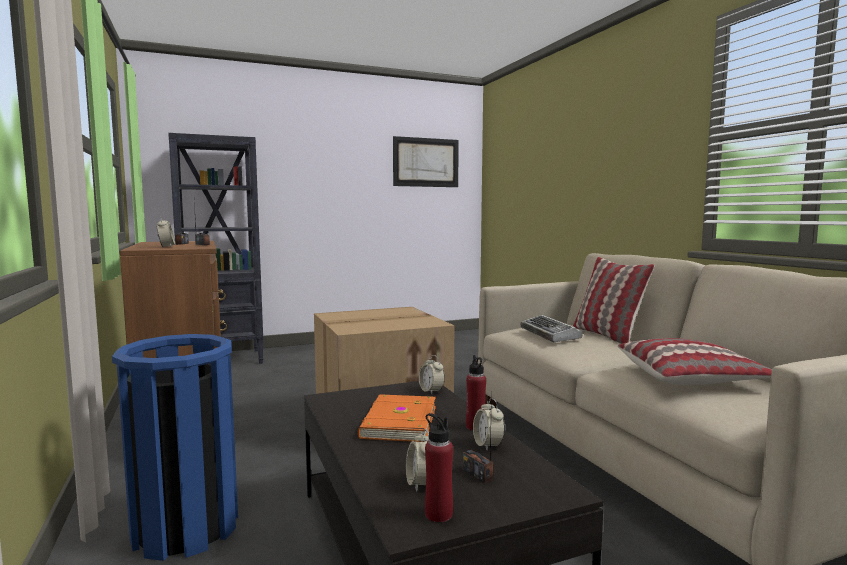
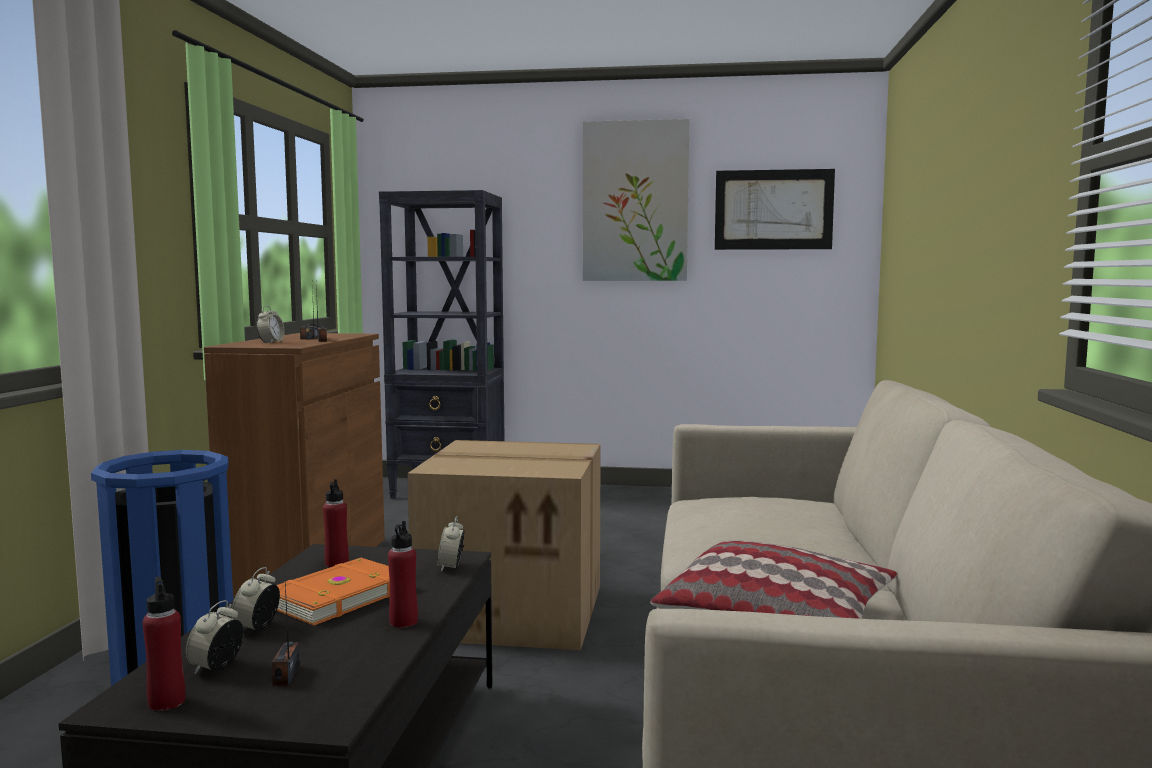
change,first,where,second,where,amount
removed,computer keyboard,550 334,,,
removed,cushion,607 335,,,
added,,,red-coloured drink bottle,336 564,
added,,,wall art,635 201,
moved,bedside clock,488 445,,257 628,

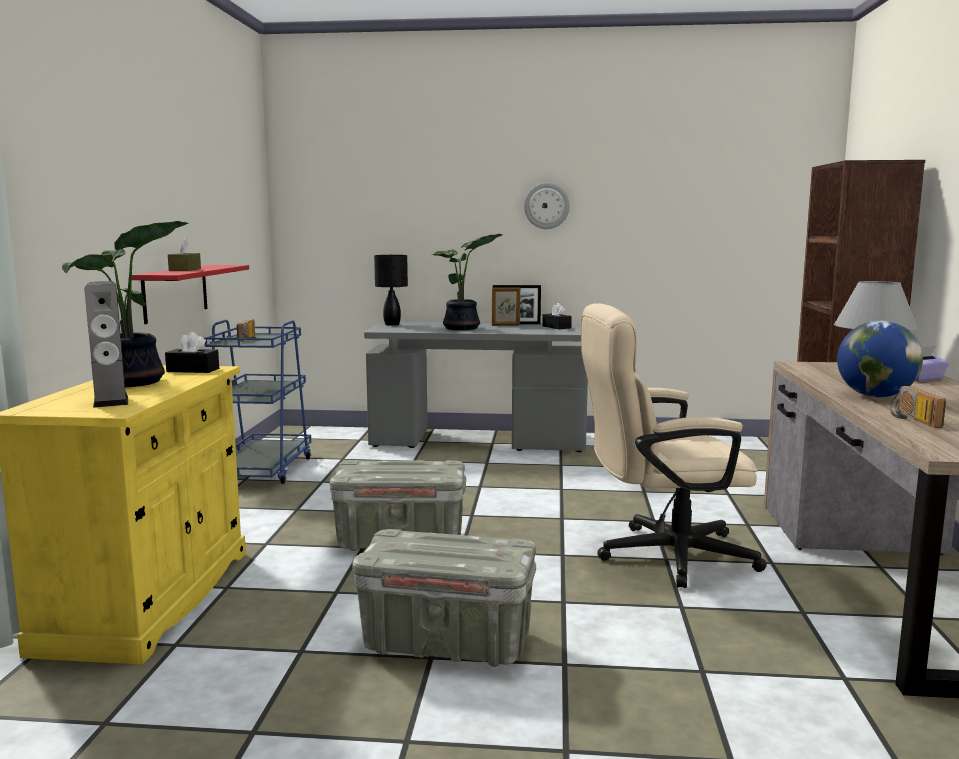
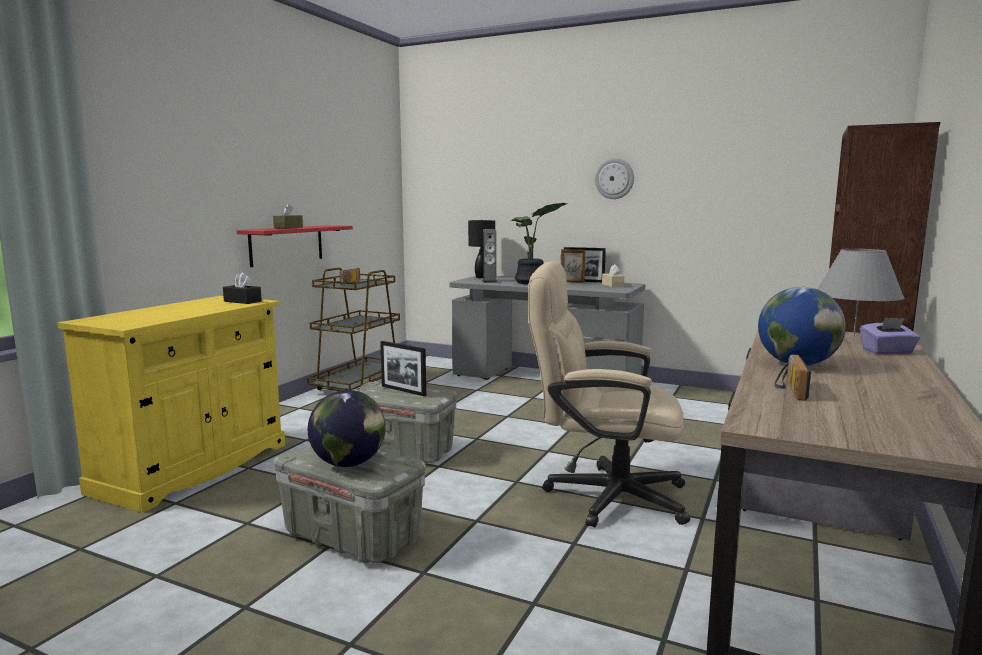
change,first,where,second,where,amount
removed,houseplant,132 383,,,
added,,,globe,349 463,
added,,,picture frame,403 390,
moved,loudspeaker,111 401,,489 281,
recoloured,blue-coloured trolley,262 470,brownish trolley,359 385,
recoloured,black-coloured tissue box,556 327,sand-coloured tissue box,612 285,

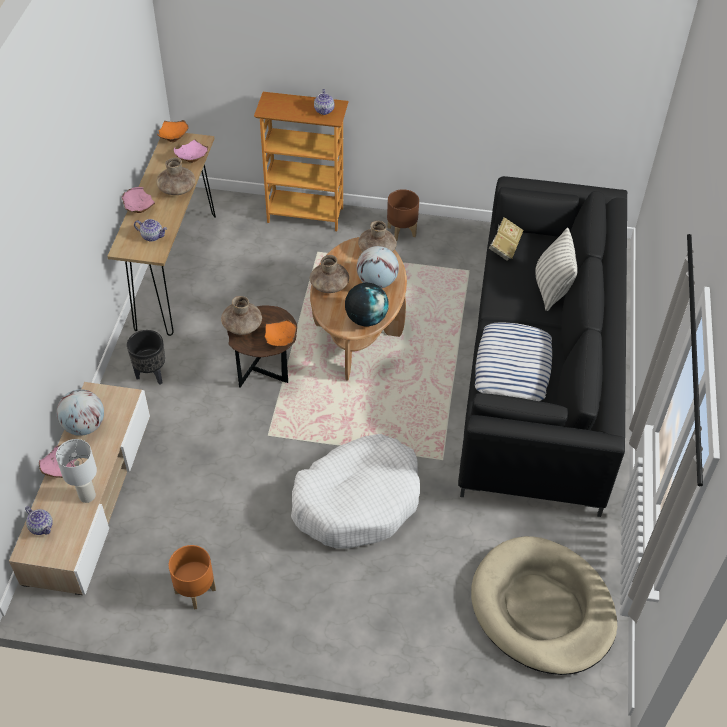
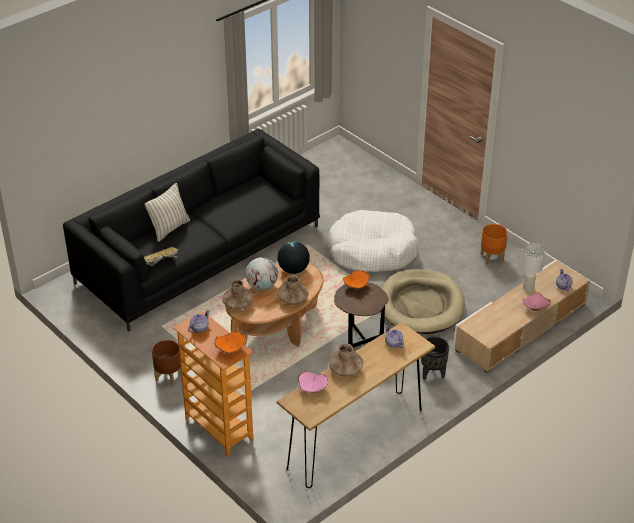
change,first,where,second,where,amount
removed,globe,84 426,,,
removed,pink-coloured serving bowl,138 209,,,
removed,brownish vase,242 326,,,
removed,cushion,513 368,,,
moved,orange-coloured serving bowl,174 138,,230 349,
moved,sand-coloured dog bed,542 608,,421 305,

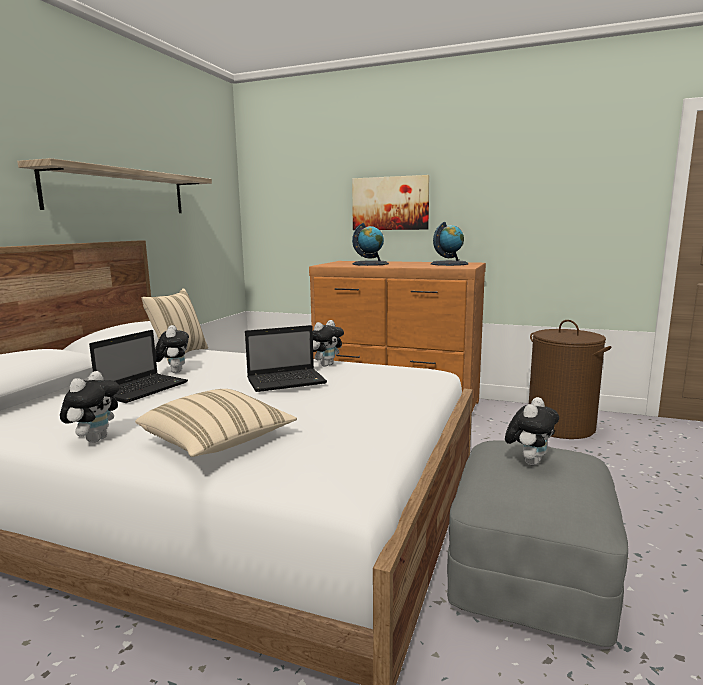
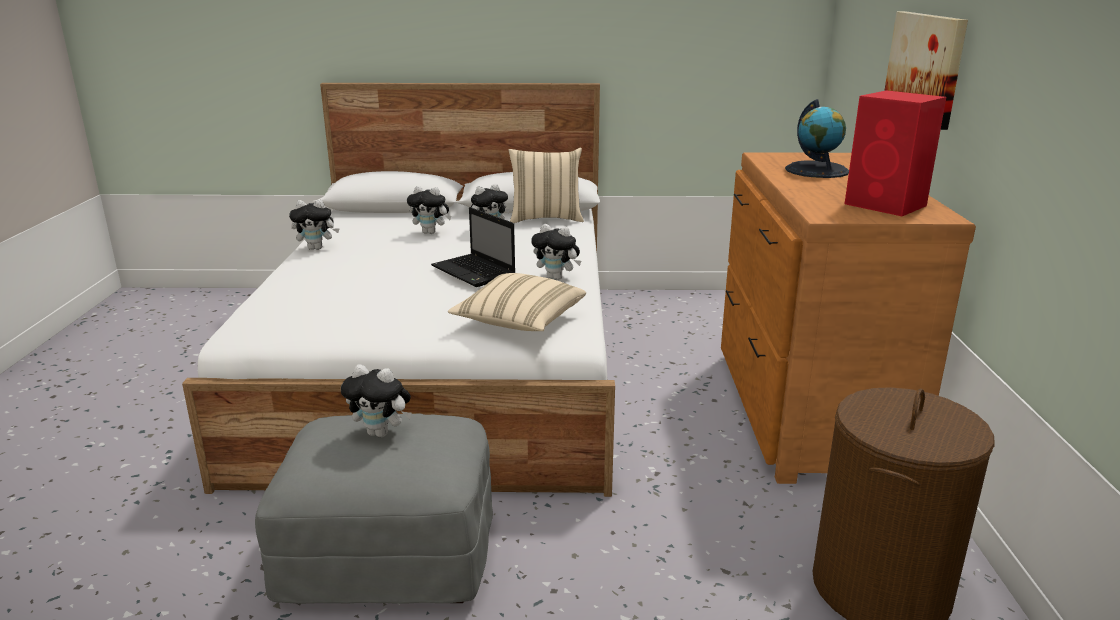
change,first,where,second,where,amount
removed,bracket shelf,119 192,,,
moved,sand-coloured cushion,217 443,,519 322,
replaced,notebook computer,144 388,plush toy,431 232,
replaced,globe,449 264,red-coloured loudspeaker,887 205,

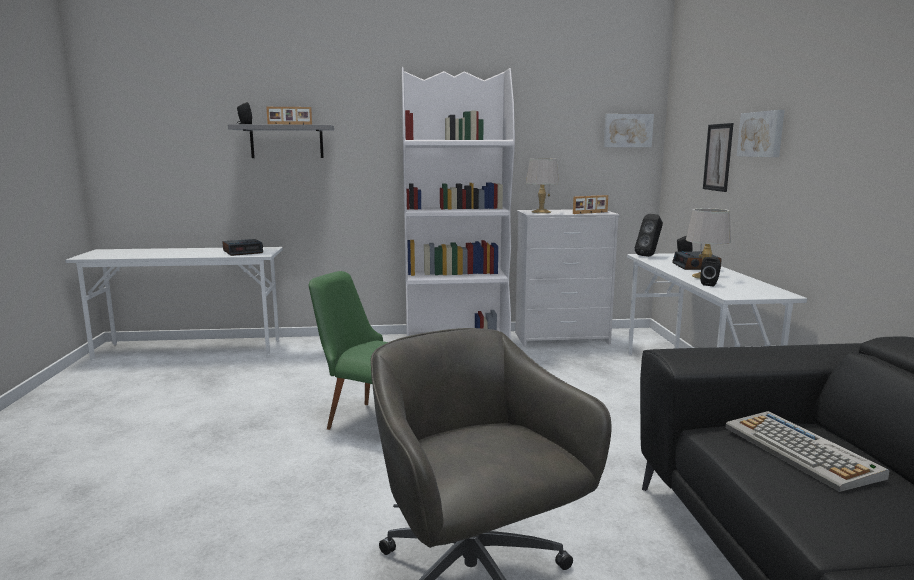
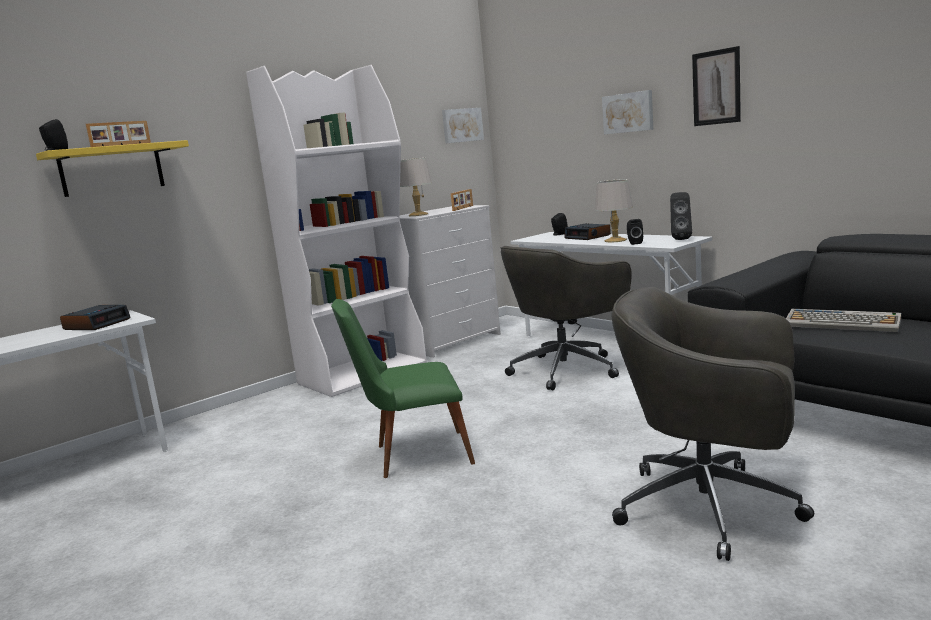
change,first,where,second,where,amount
added,,,greyish desk chair,567 369,
moved,black-coloured loudspeaker,649 256,,681 239,
moved,wall art,718 157,,716 87,
recoloured,greyish bracket shelf,286 141,yellowish bracket shelf,112 169,

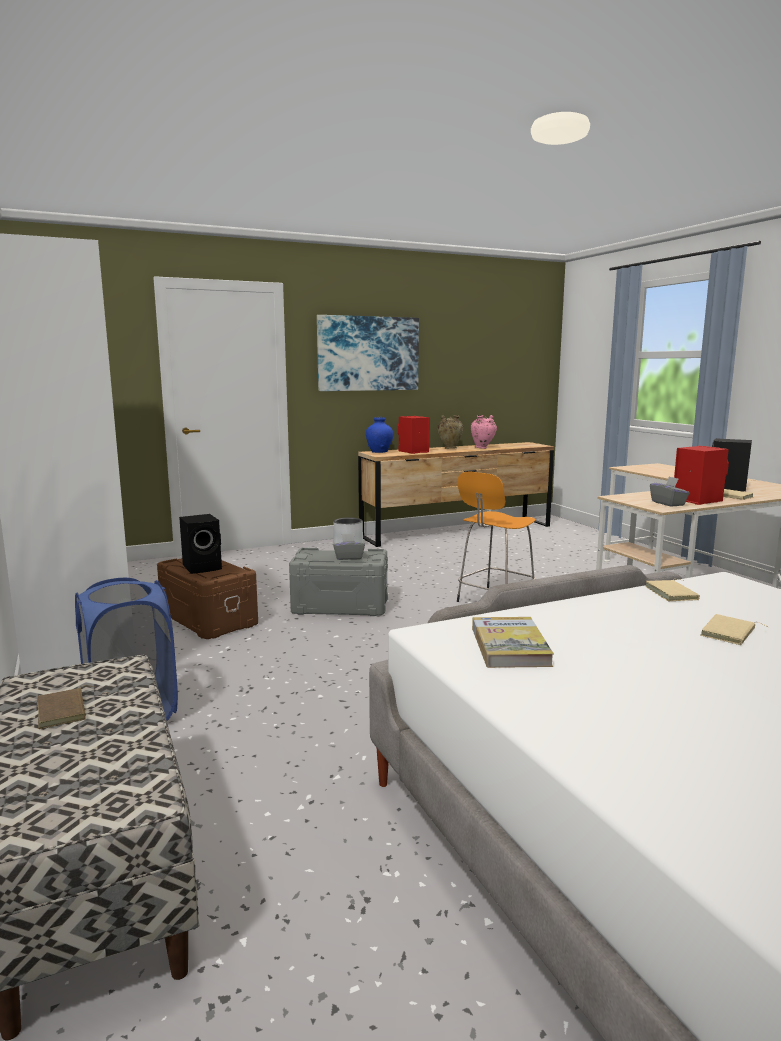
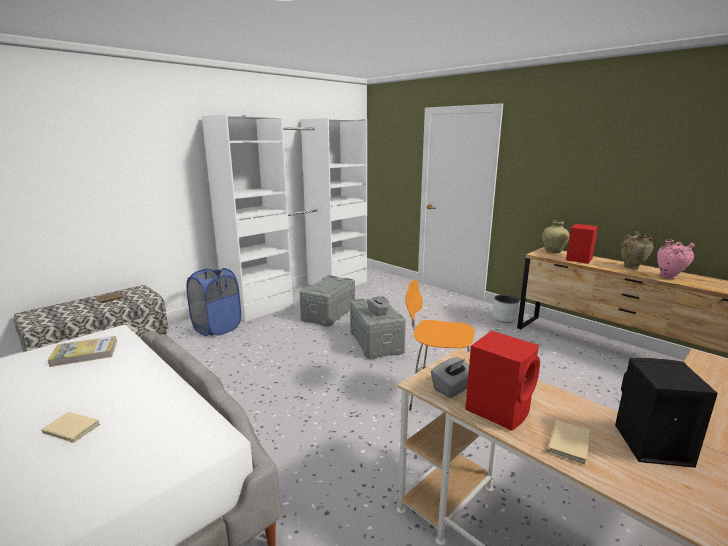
change,first,where,second,where,amount
removed,black-coloured loudspeaker,203 567,,,
removed,wall art,368 353,,,
removed,sand-coloured bound book,673 593,,,
recoloured,brownish storage bin,209 619,greyish storage bin,329 314,
recoloured,blue-coloured vase,379 452,sand-coloured vase,553 251,

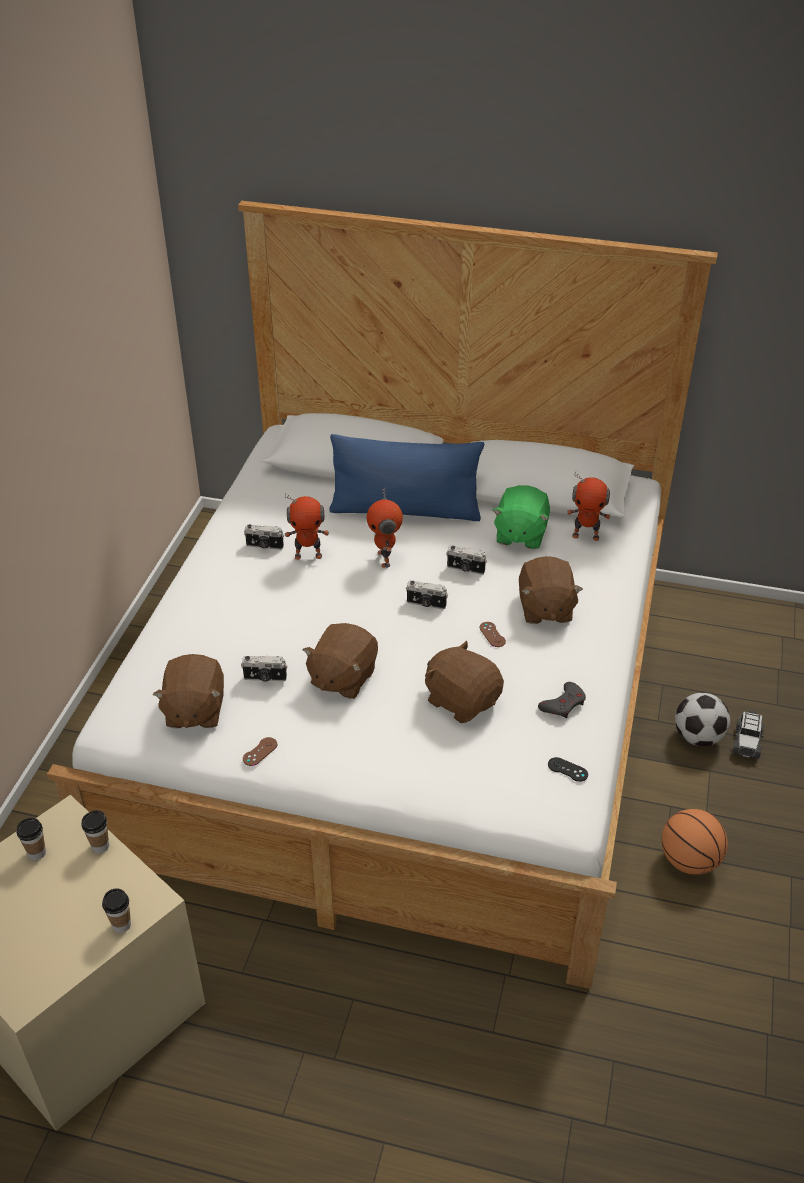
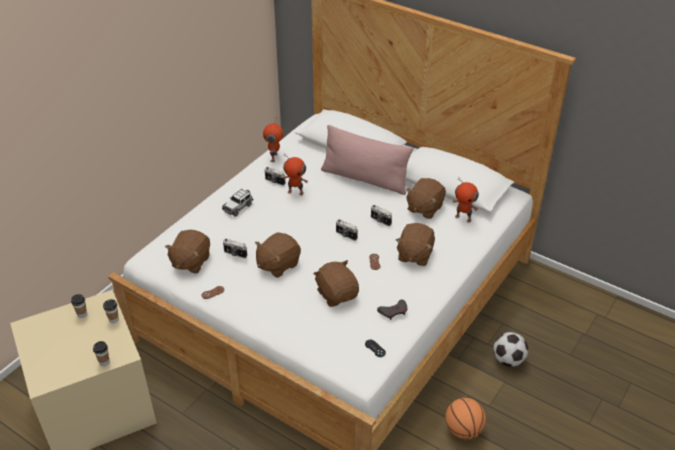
change,first,where,second,where,amount
moved,robot figure,385 559,,274 157,
moved,miniature car,746 742,,238 207,
recoloured,blue-coloured cushion,405 510,pink-coloured cushion,365 179,
recoloured,green-coloured plush toy,520 534,brownish plush toy,424 208,

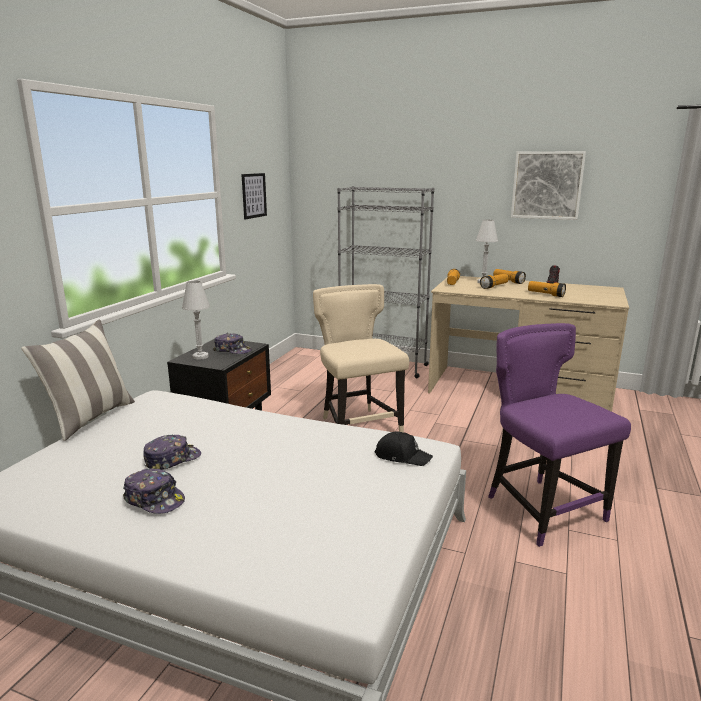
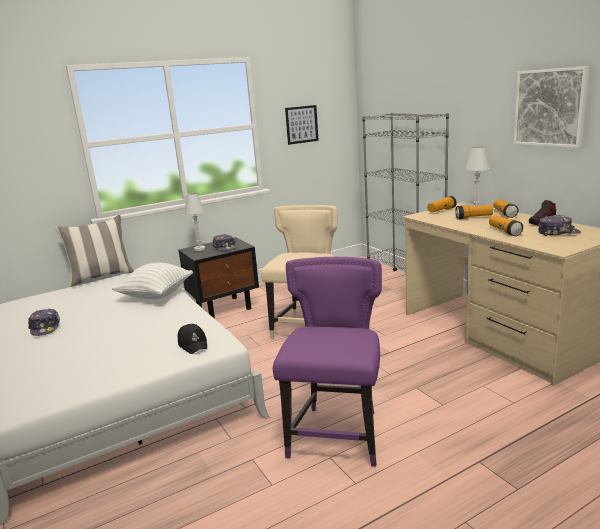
change,first,where,second,where,amount
added,,,white cushion,156 295,
moved,baseball cap,172 459,,558 232,

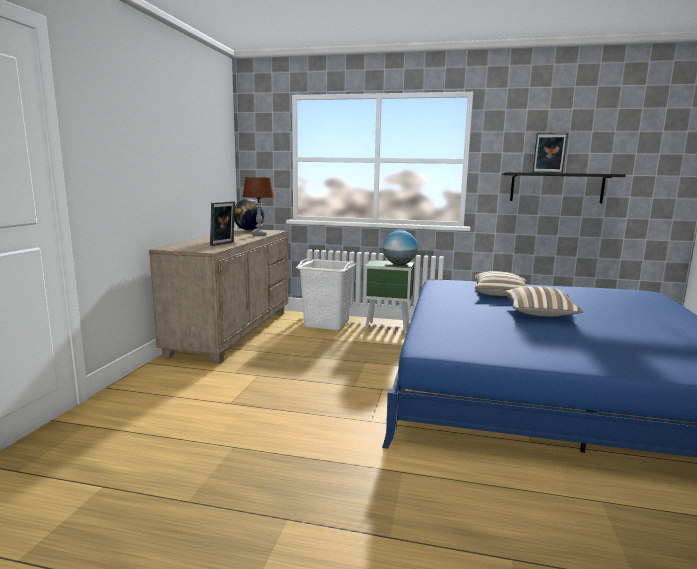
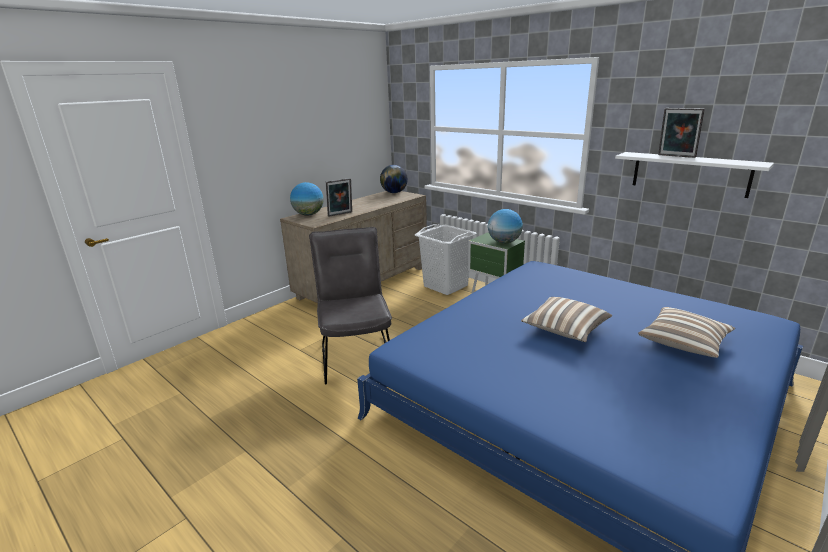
change,first,where,second,where,amount
removed,brownish lamp for a table,259 235,,,
added,,,globe,308 215,
added,,,greyish plain chair,356 355,
moved,cushion,500 294,,684 343,
recoloured,black-coloured bracket shelf,556 187,white bracket shelf,689 174,

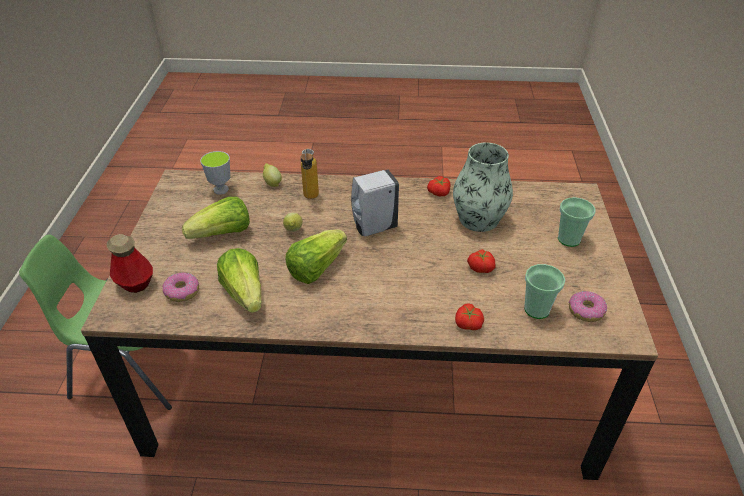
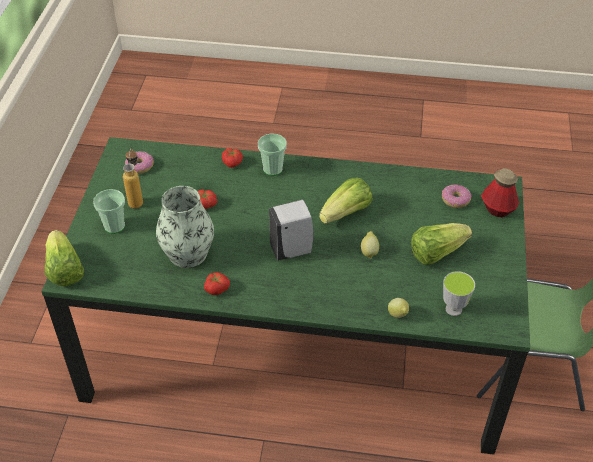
change,first,where,second,where,amount
moved,lettuce,244 293,,64 270,
moved,drink bottle,310 199,,137 199,
moved,small cup,537 309,,272 169,
recoloured,brownish kitchen table,373 375,green-coloured kitchen table,294 344,

